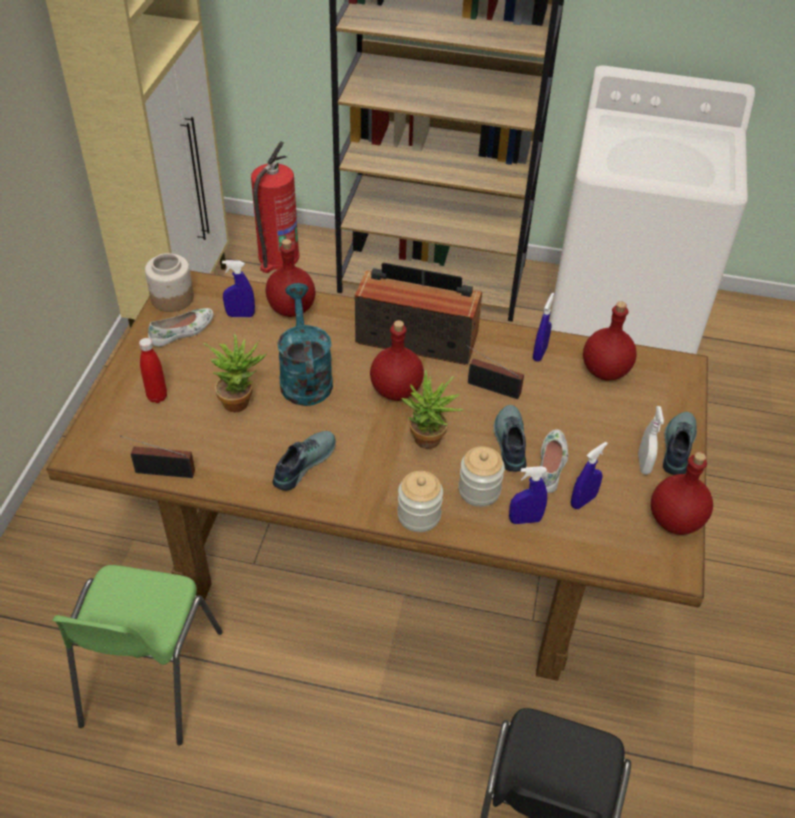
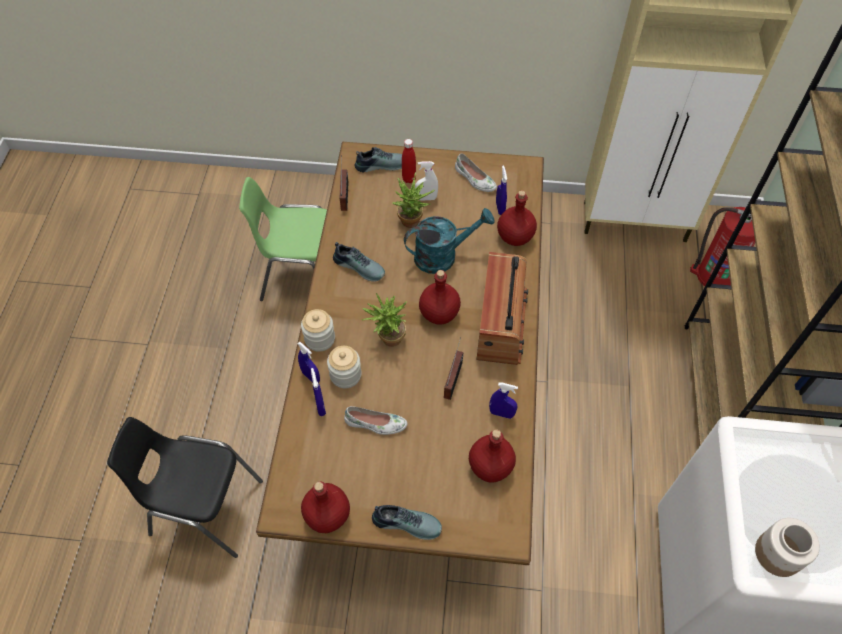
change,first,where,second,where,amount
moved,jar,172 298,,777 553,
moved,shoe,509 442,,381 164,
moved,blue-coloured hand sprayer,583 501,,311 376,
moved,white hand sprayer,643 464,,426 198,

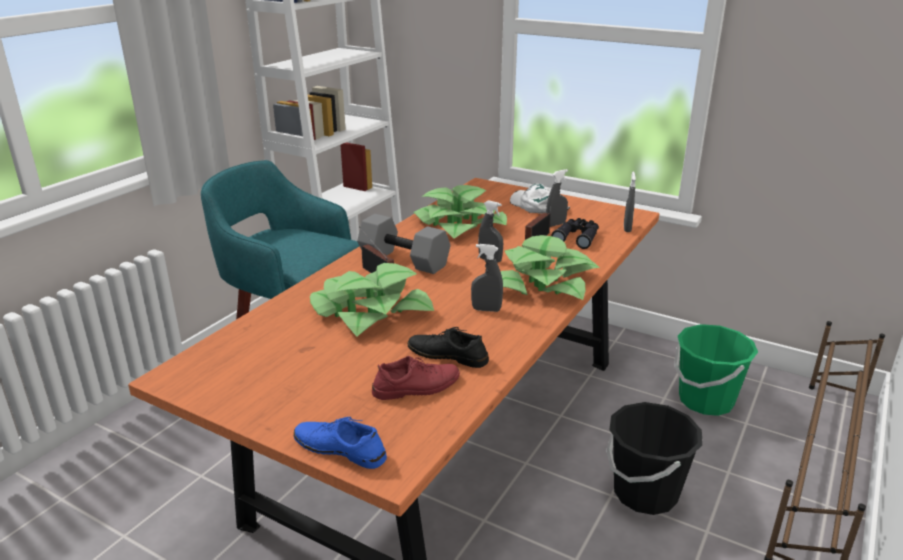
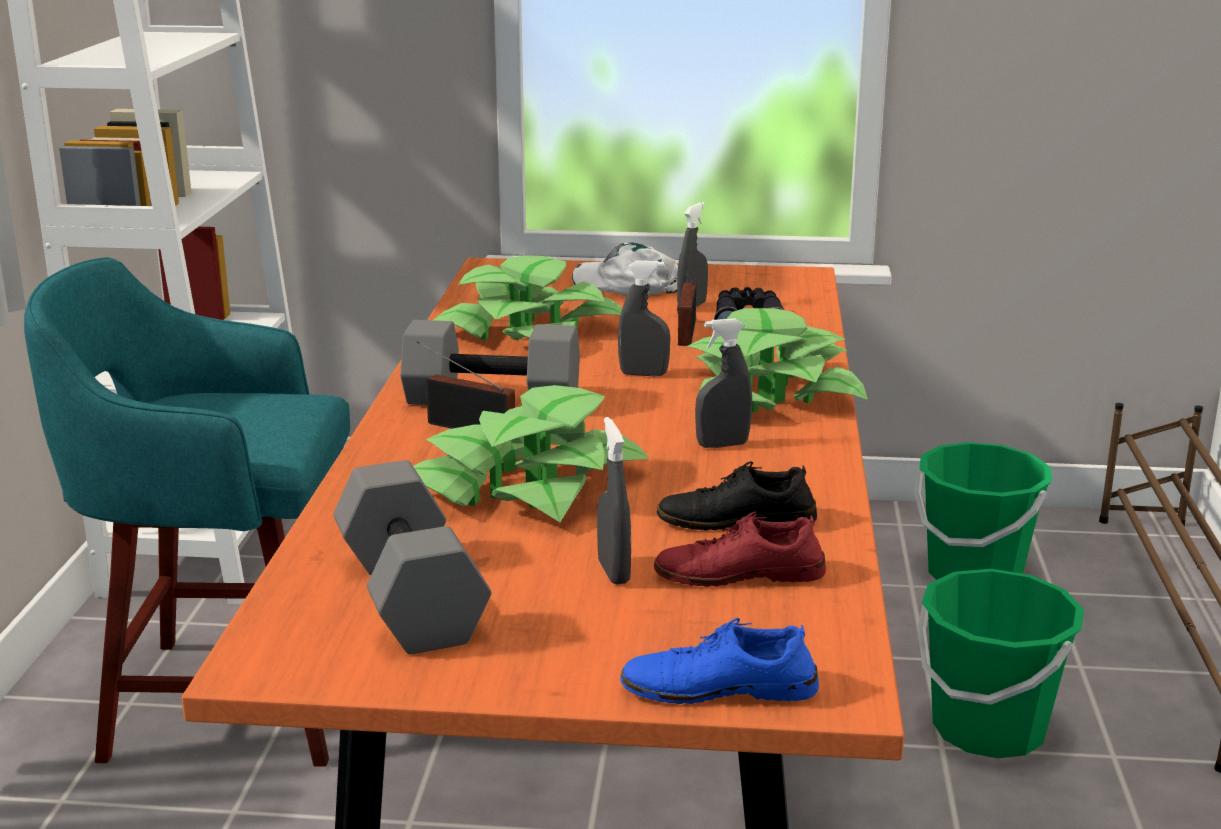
change,first,where,second,where,amount
added,,,greyish free weight,406 596,
moved,greyish hand sprayer,627 228,,613 572,
recoloured,black-coloured water bucket,645 493,green-coloured water bucket,988 729,
turned,red-coloured shoe,416 387,,739 574,135 degrees counterclockwise

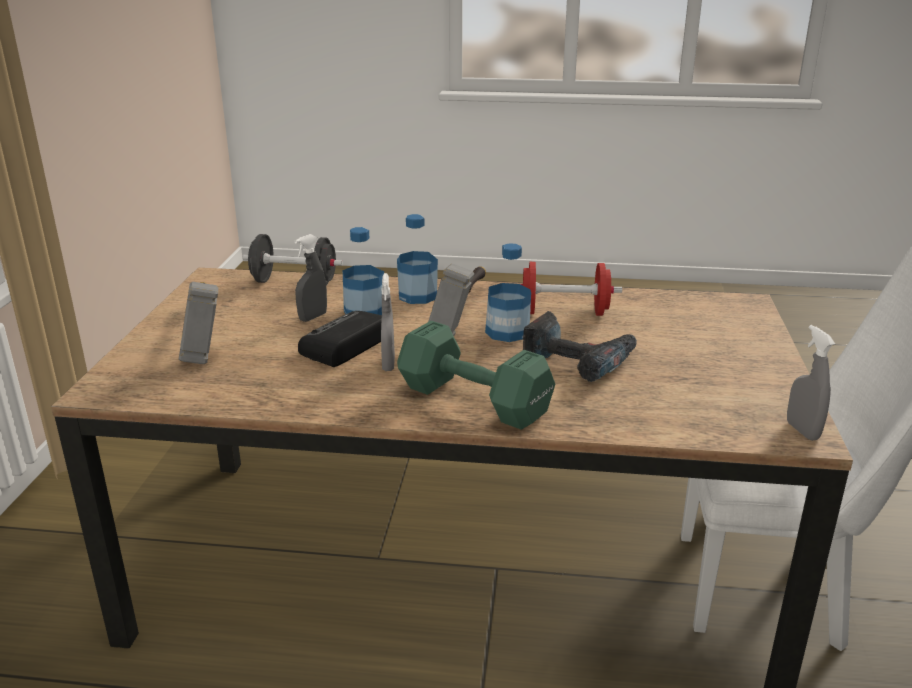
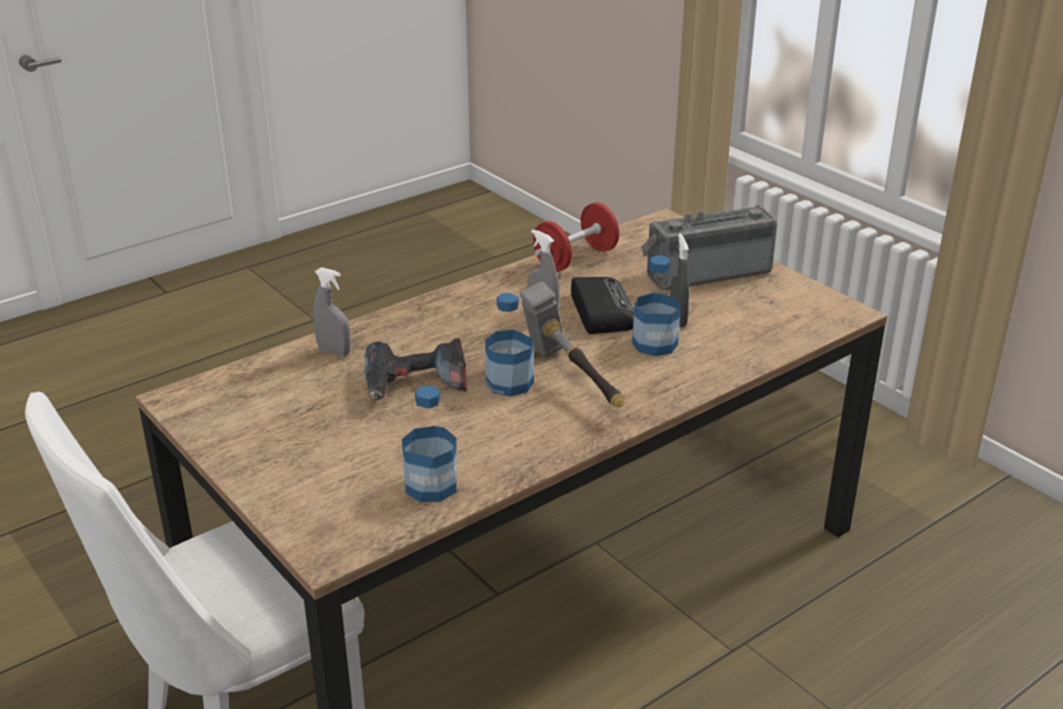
change,first,where,second,where,amount
removed,black-coloured free weight,294 282,,,
removed,green-coloured free weight,471 399,,,
moved,drink bottle,418 296,,431 486,
moved,red-coloured free weight,564 312,,575 259,
moved,greyish hand sprayer,802 431,,334 351,
replaced,hammer,203 336,radio set,706 271,

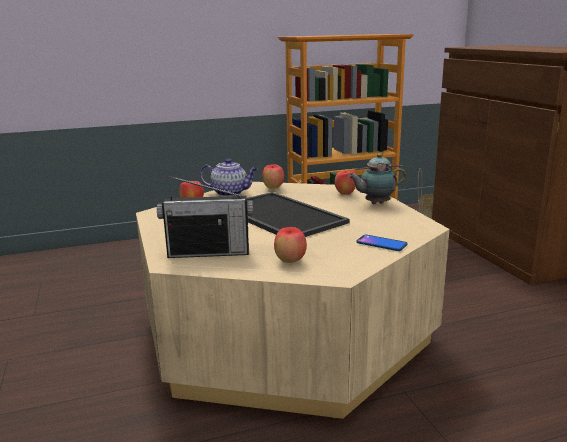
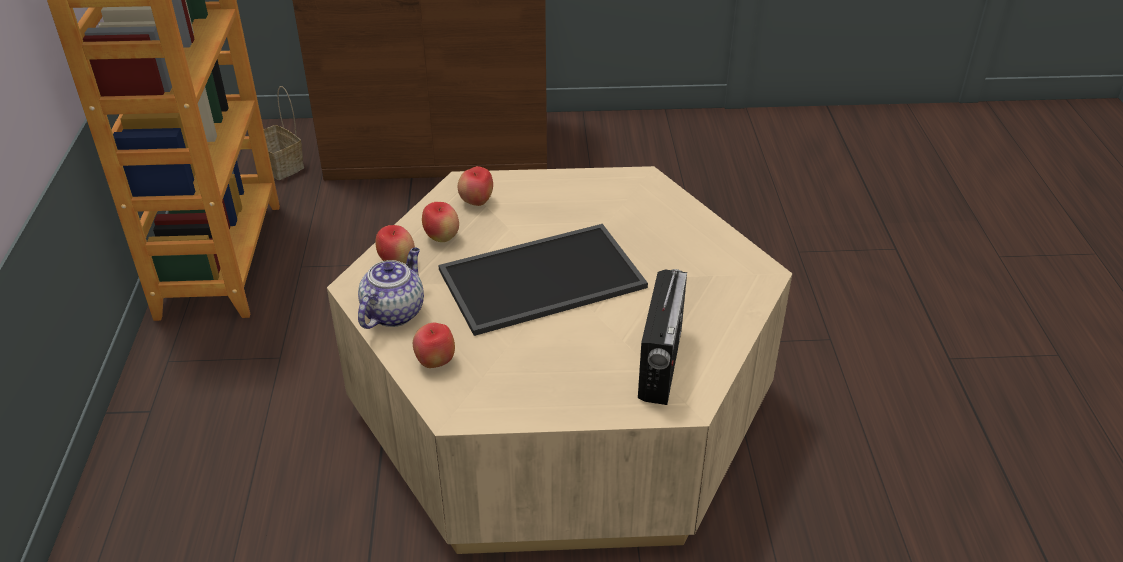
change,first,where,second,where,amount
removed,tea pot,375 203,,,
removed,telephone,381 244,,,
moved,whole apple,290 261,,442 238,

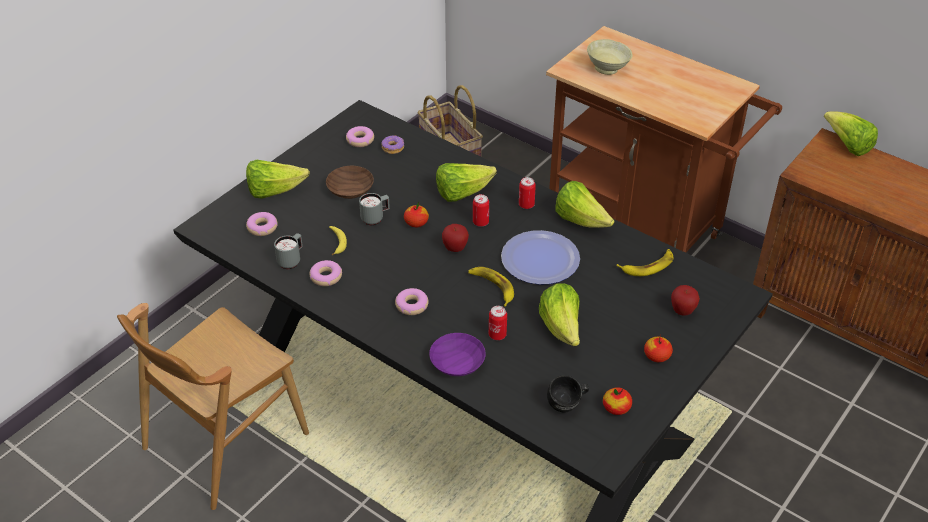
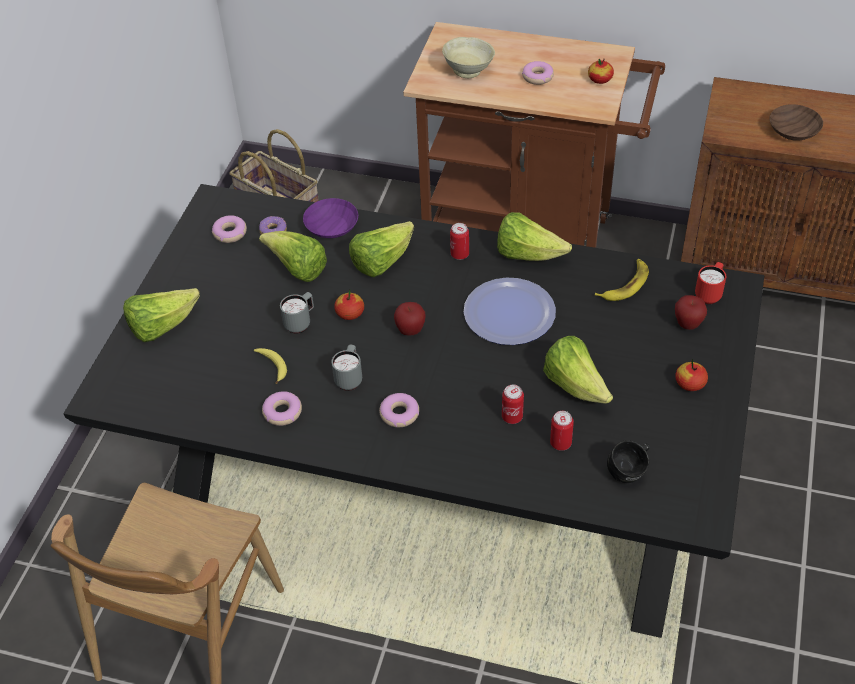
change,first,where,second,where,amount
removed,whole banana,492 287,,,
added,,,red-coloured tea mug,709 294,
moved,donut,262 228,,537 77,
moved,greyish tea mug,291 260,,349 378,
moved,brownish serving bowl,349 190,,792 131,
moved,purple-coloured serving bowl,456 363,,331 228,
moved,can,480 222,,560 443,
moved,whole apple,616 408,,600 80,
moved,lettuce,847 146,,297 269,

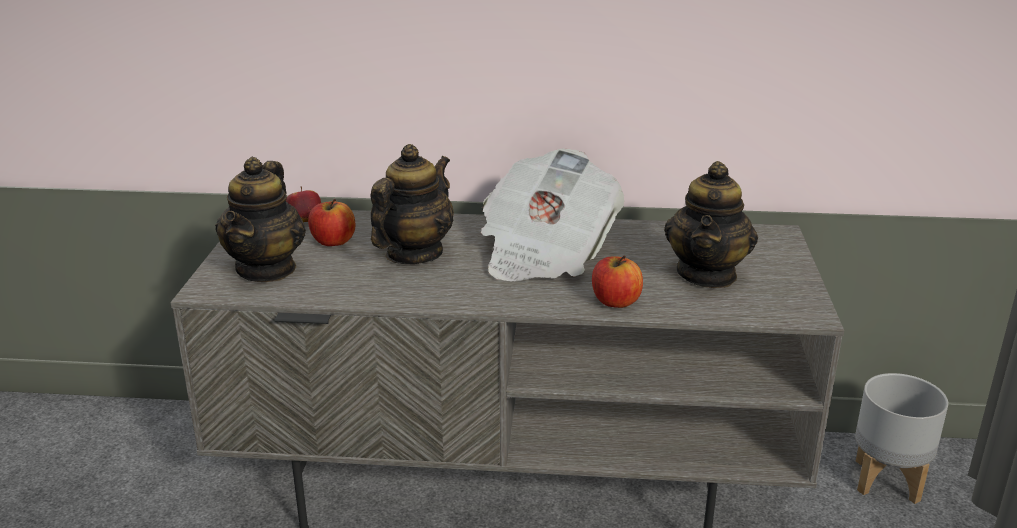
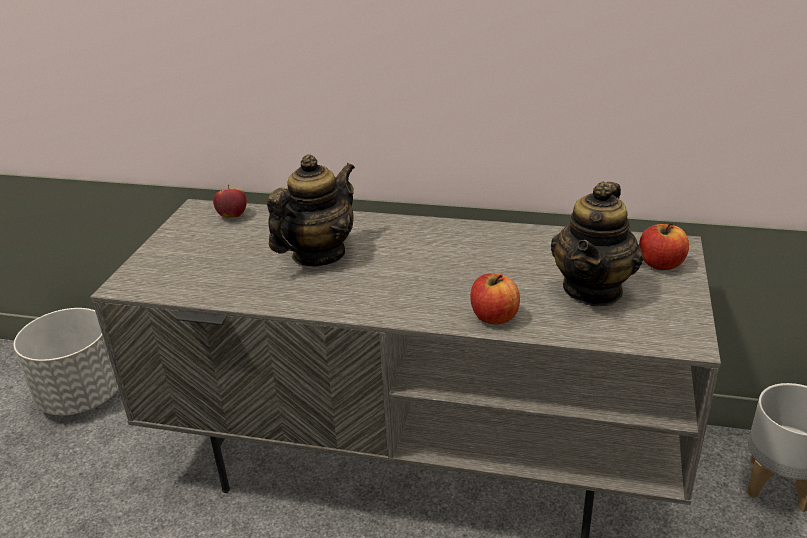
change,first,where,second,where,amount
removed,tea pot,267 269,,,
removed,printed paper,545 252,,,
added,,,greyish plant pot,82 396,
moved,whole apple,333 241,,661 264,

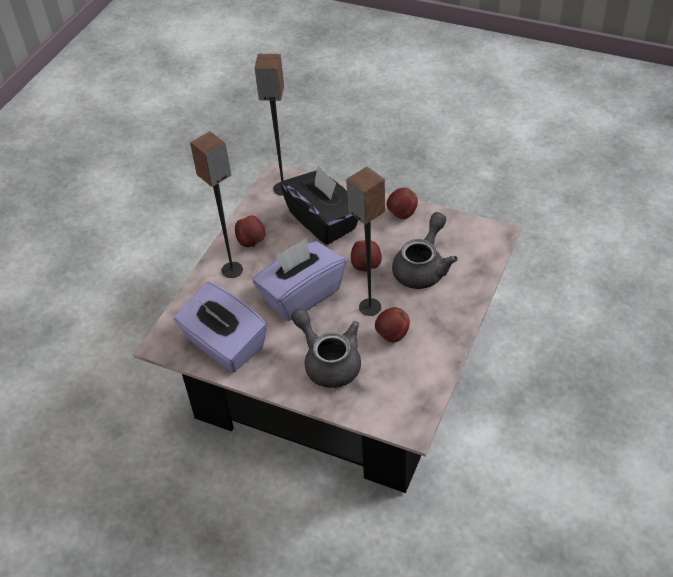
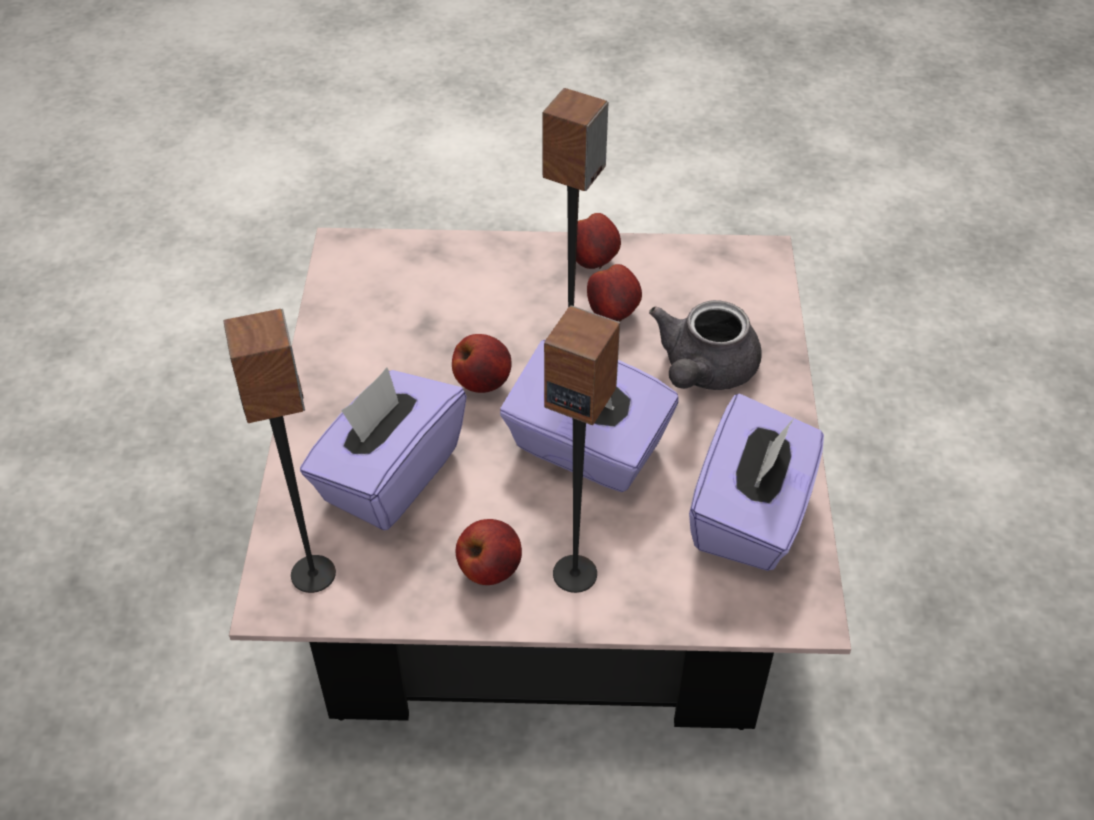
change,first,where,second,where,amount
removed,greyish tea pot,423 267,,,
moved,whole apple,402 214,,594 262,
recoloured,black-coloured tissue box,323 221,purple-coloured tissue box,389 475,

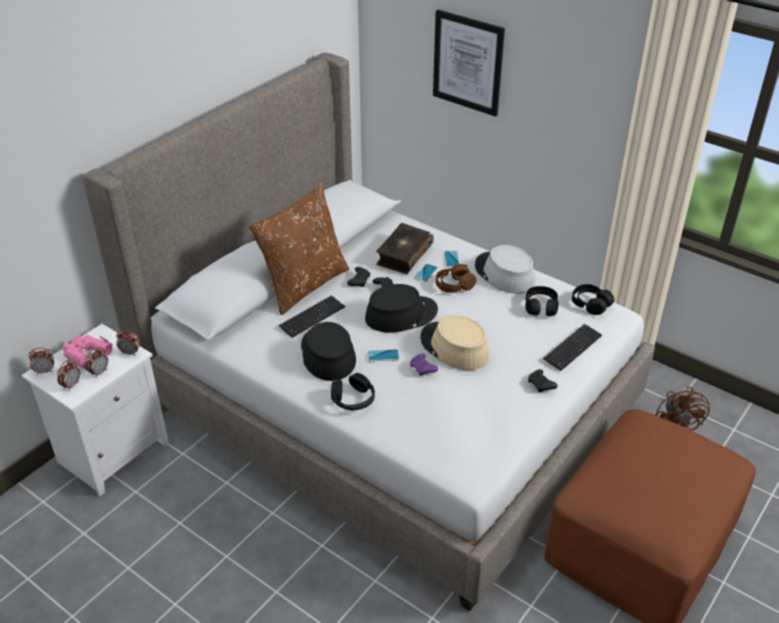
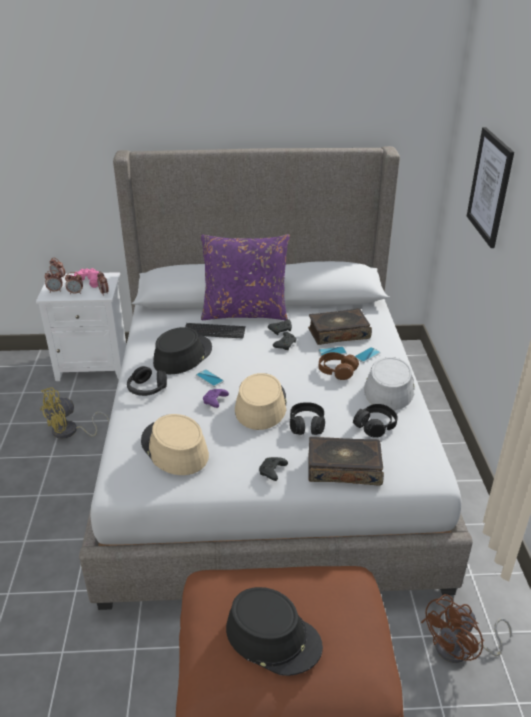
change,first,where,second,where,amount
added,,,yellowish fan,70 432,
added,,,sand-coloured wearable hat,174 448,
moved,black-coloured wearable hat,401 314,,273 637,
moved,black-coloured pair of headphones,590 304,,307 425,
replaced,computer keyboard,572 348,bound book,344 468,
recoloured,brownish cushion,304 284,purple-coloured cushion,245 312,

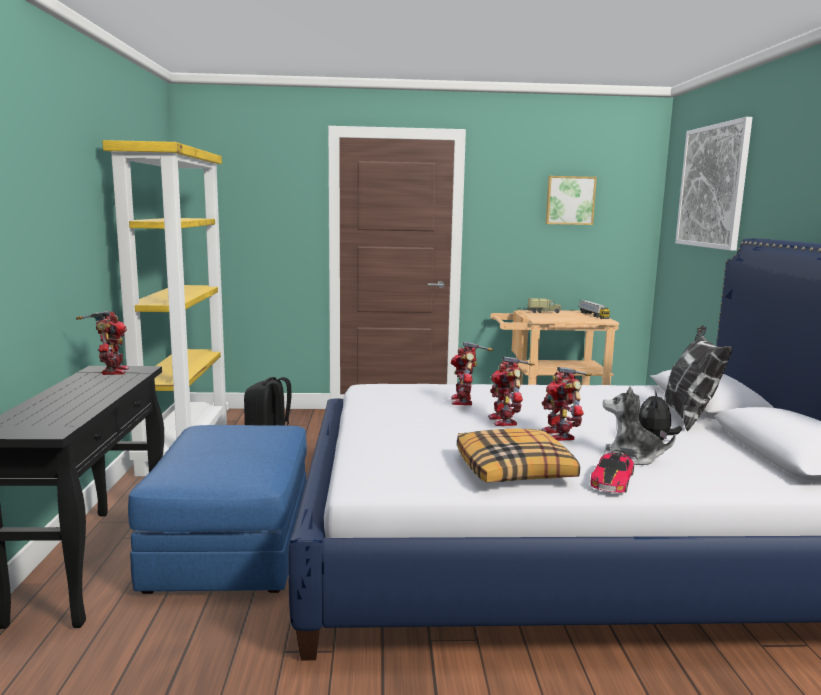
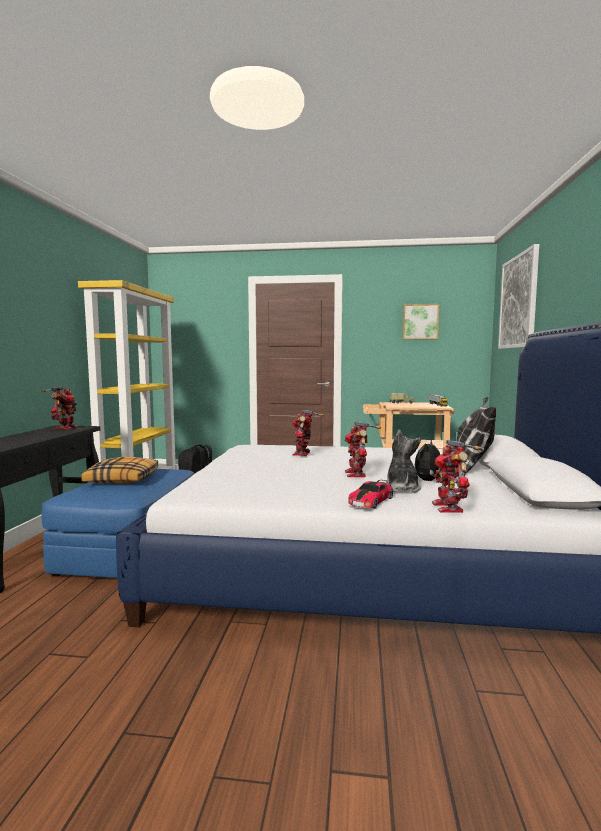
change,first,where,second,where,amount
moved,cushion,515 470,,123 479,
moved,robot figure,505 421,,450 507,
turned,plush toy,631 457,,401 488,60 degrees clockwise

